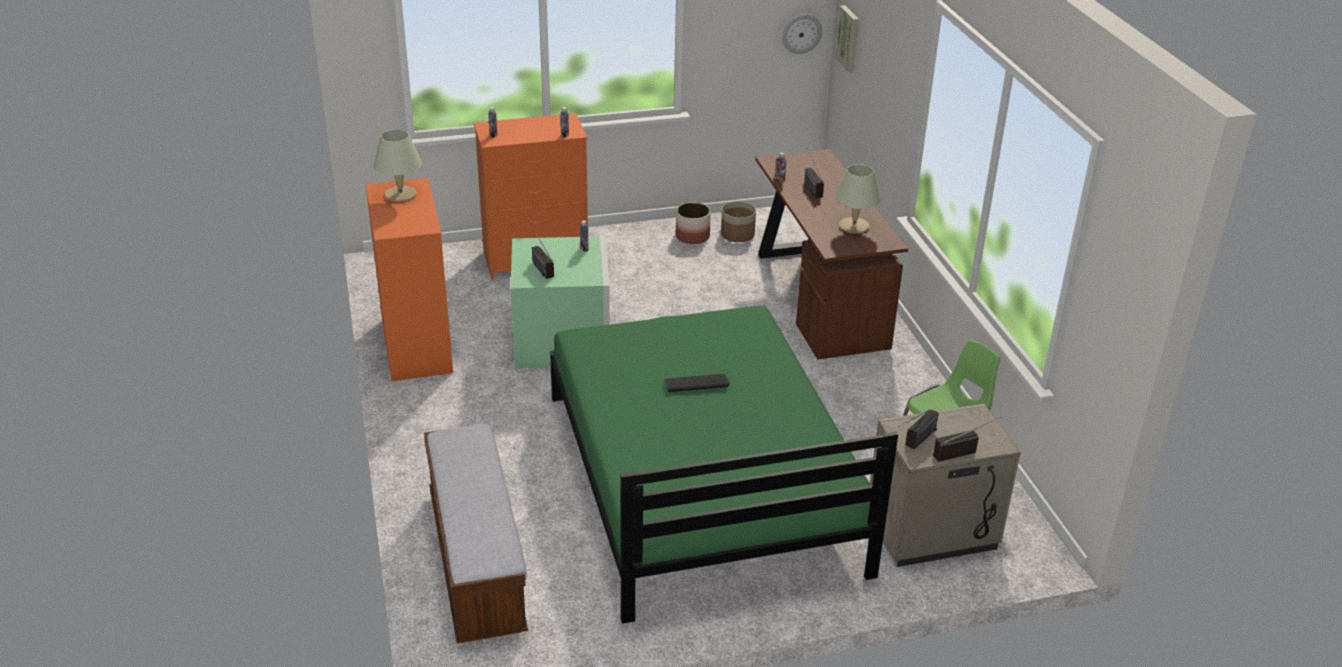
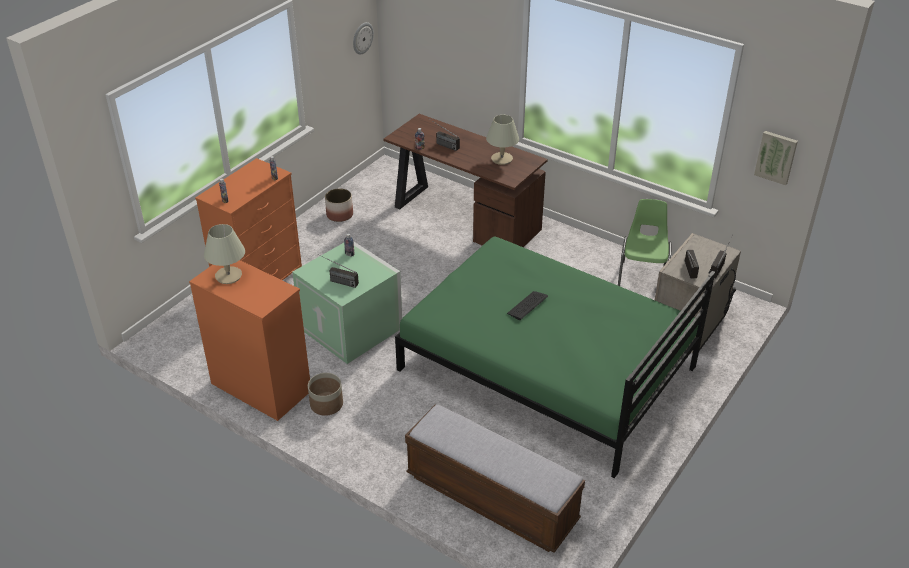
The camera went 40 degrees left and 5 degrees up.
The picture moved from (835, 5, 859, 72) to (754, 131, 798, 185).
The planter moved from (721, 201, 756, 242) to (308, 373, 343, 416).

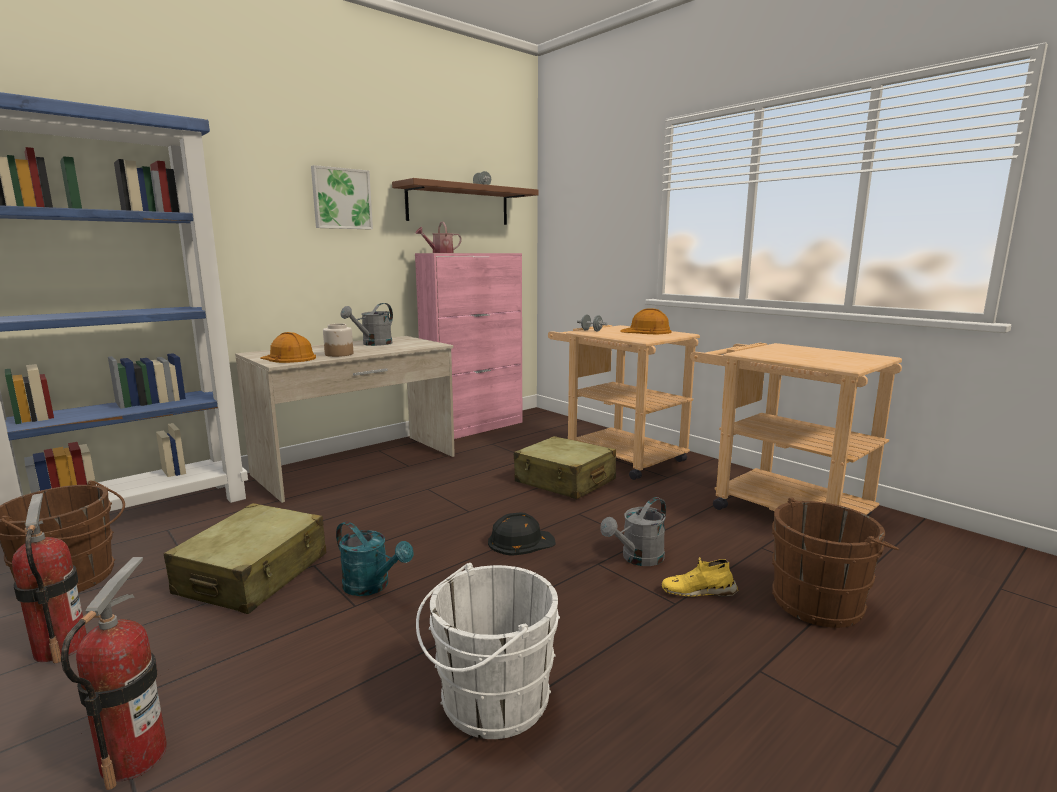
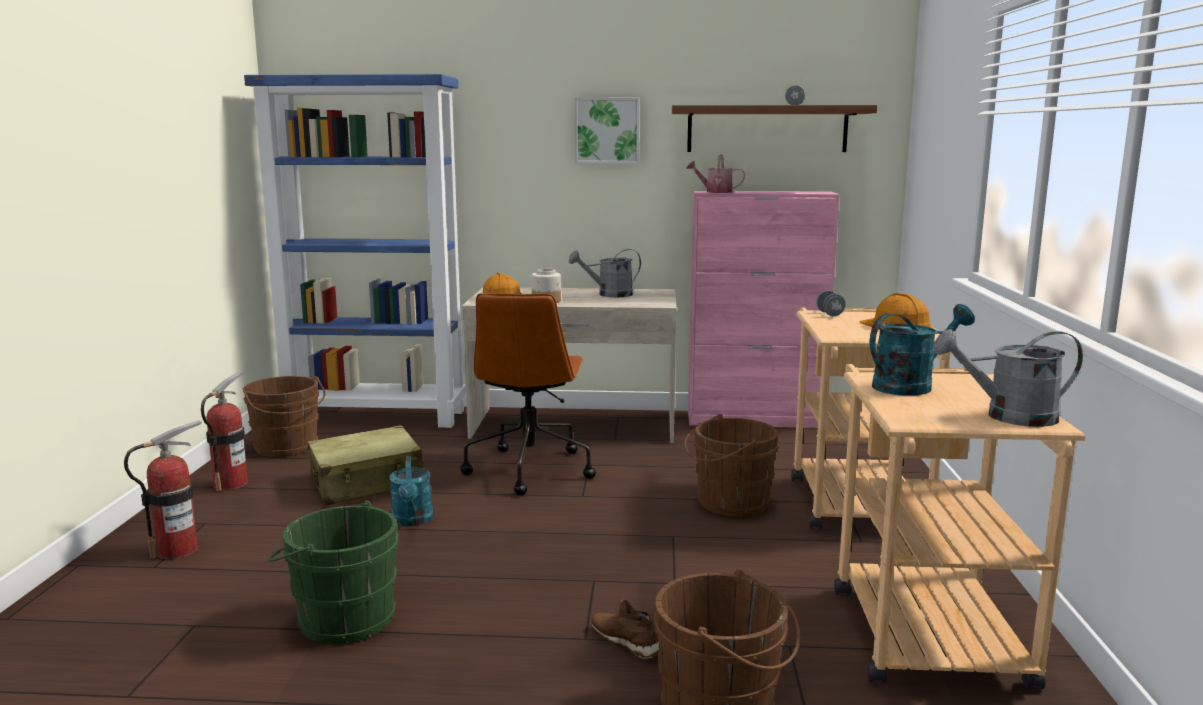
The camera went 45 degrees right and 0 degrees up.
The suitcase (beige) at (514, 436, 616, 499) was replaced by the bucket (brown) at (684, 414, 779, 516).
The watering can (grey) moved from (600, 497, 666, 566) to (933, 329, 1083, 427).
The hard hat (black) at (488, 512, 556, 556) disappeared.
The shoe (yellow) at (662, 557, 738, 597) became the shoe (brown) at (591, 600, 659, 659).
The bucket (white) at (416, 563, 560, 739) became the bucket (green) at (268, 501, 399, 644).
The office chair (brown) at (460, 293, 596, 495) appeared.
The watering can (turquoise) at (870, 304, 975, 396) appeared.

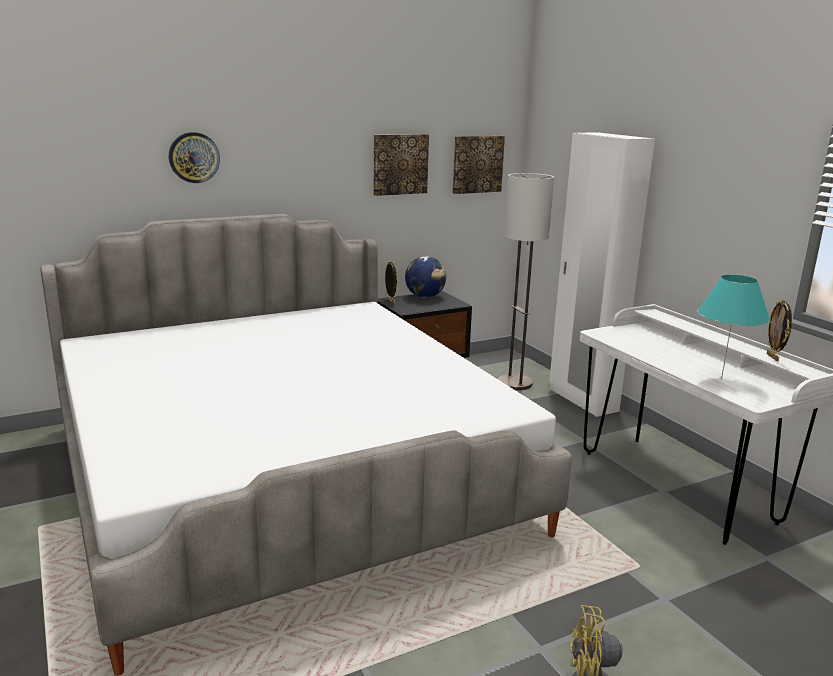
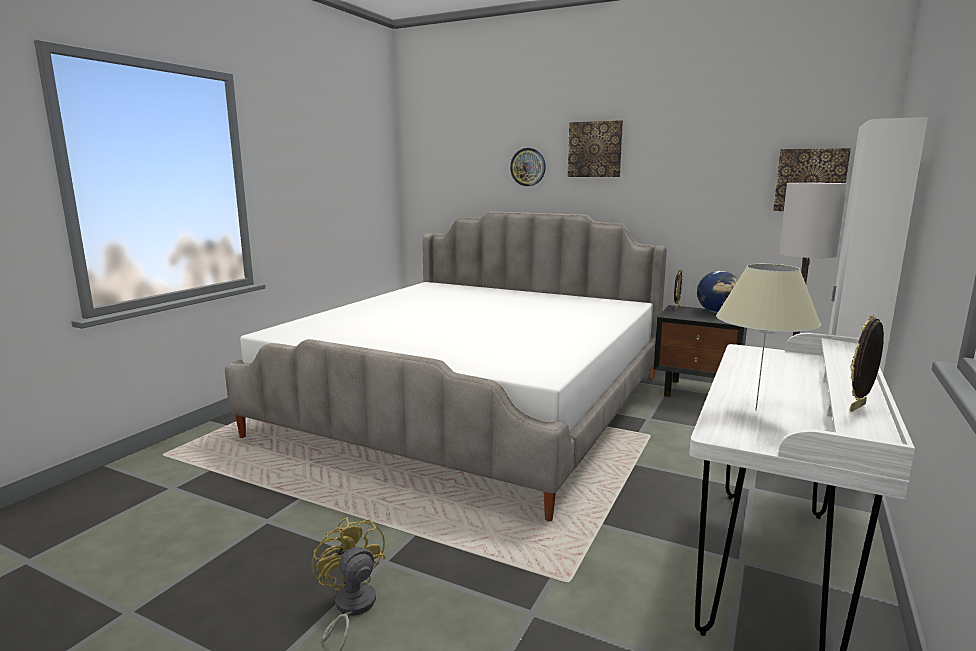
The camera went 55 degrees right and 5 degrees down.
The picture moved from (374, 134, 429, 196) to (568, 120, 623, 177).
The table lamp (turquoise) at (697, 274, 770, 379) became the table lamp (beige) at (716, 264, 821, 411).

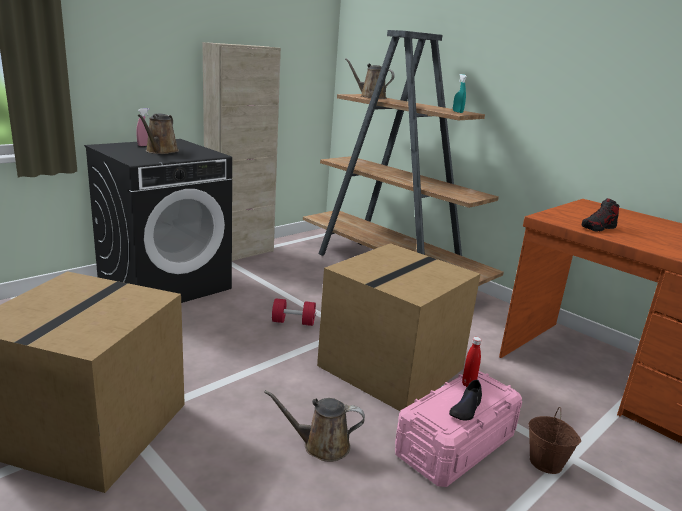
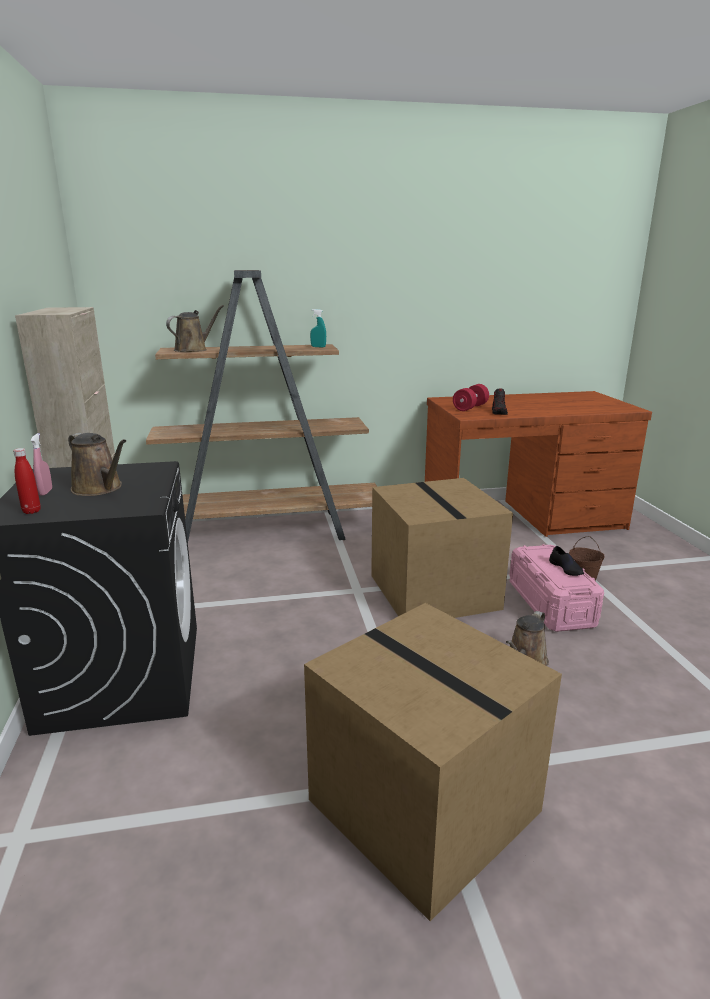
The camera went 55 degrees left and 0 degrees up.
The watering can (brown) at (345, 58, 395, 99) turned 150 degrees clockwise.
The dumbbell (red) moved from (272, 298, 316, 326) to (453, 384, 489, 411).
The bottle (red) moved from (462, 337, 482, 387) to (13, 448, 41, 514).

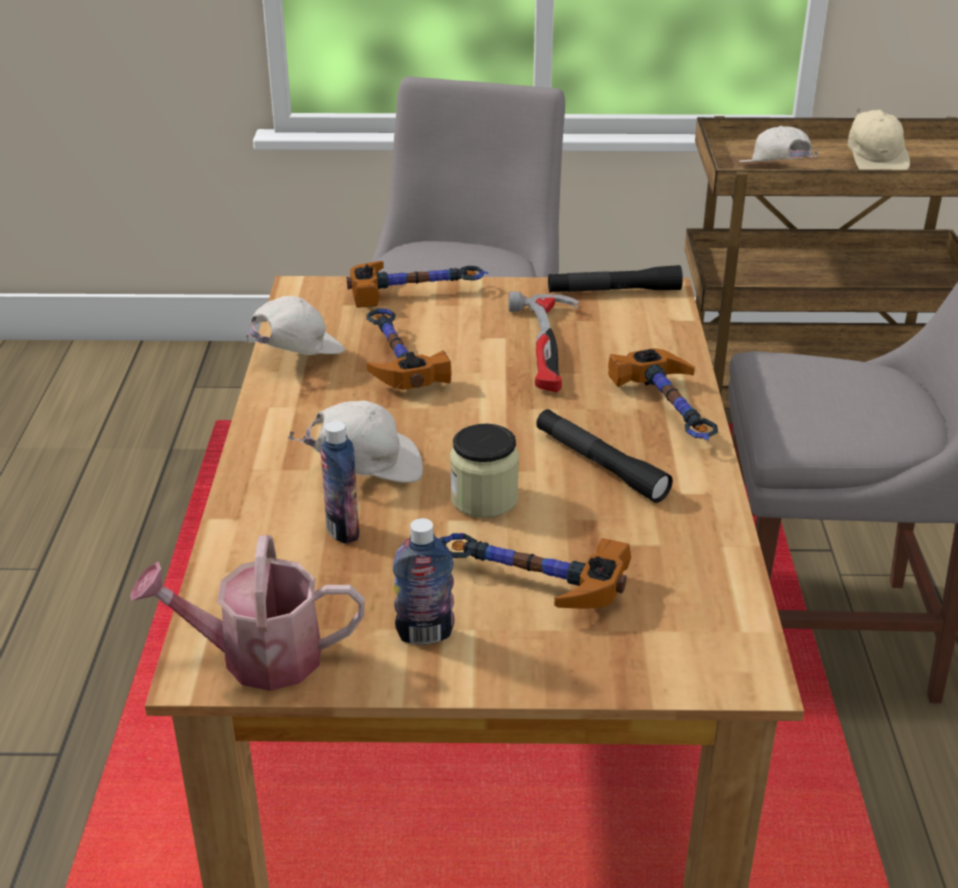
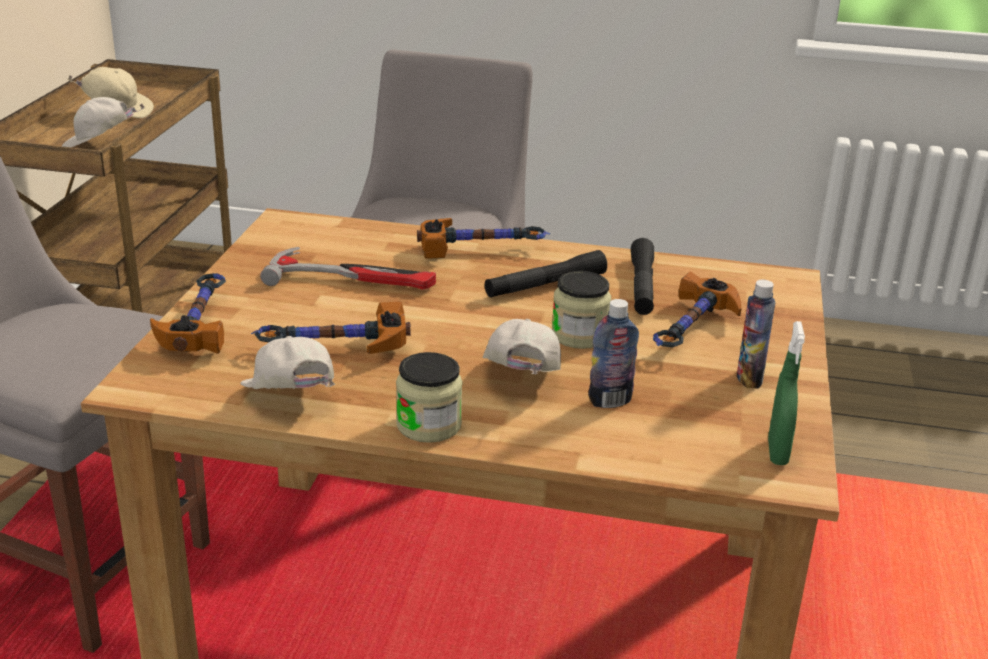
The camera went 80 degrees left and 5 degrees down.
The flashlight (black) moved from (548, 265, 683, 292) to (631, 238, 654, 315).
The watering can at (130, 535, 365, 691) was replaced by the spray bottle (green) at (768, 321, 805, 465).
The jar at (396, 352, 463, 443) appeared.

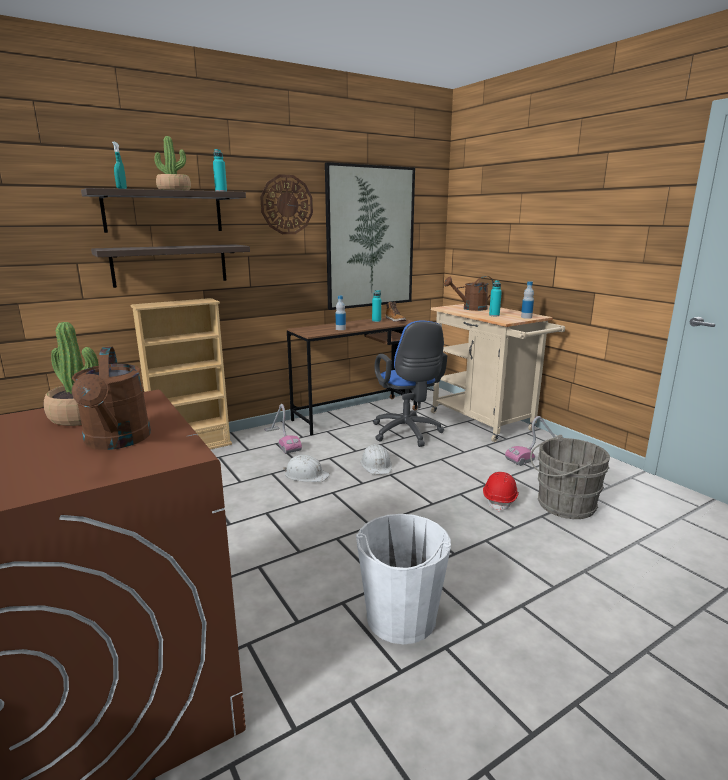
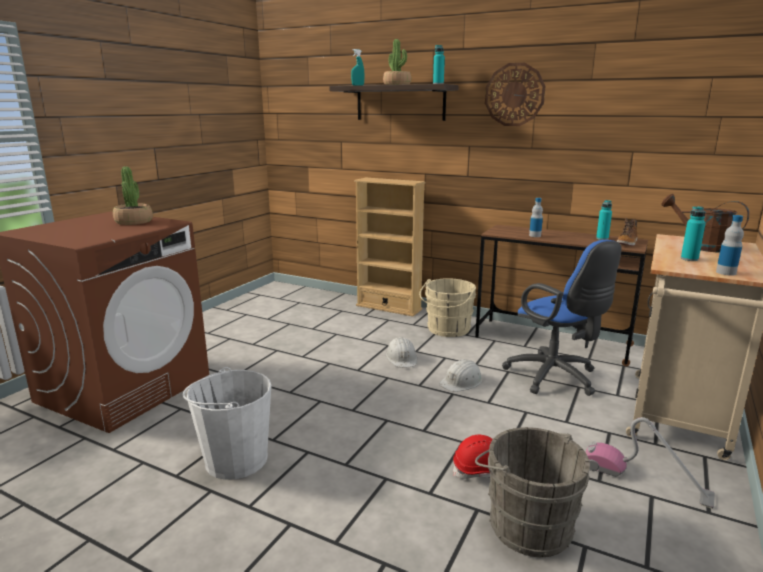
The camera went 60 degrees right and 0 degrees up.
The picture at (325, 162, 415, 310) disappeared.
The shelf at (91, 244, 250, 288) disappeared.
The office chair (blue) at (373, 320, 447, 447) turned 75 degrees counterclockwise.
The watering can (brown) at (72, 347, 151, 450) disappeared.
The vacuum cleaner at (264, 404, 302, 454) was replaced by the bucket (beige) at (419, 278, 476, 337).

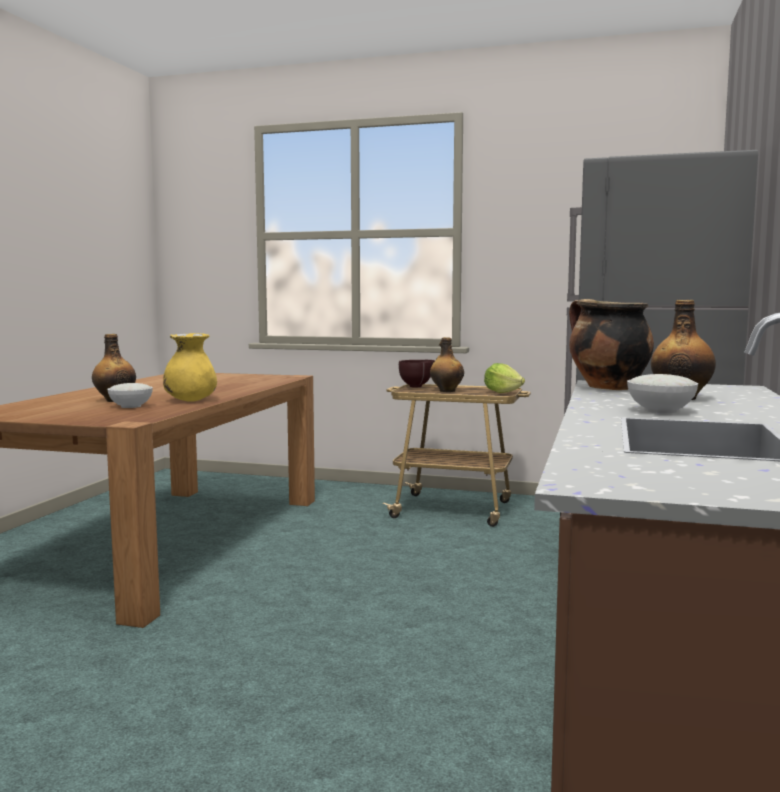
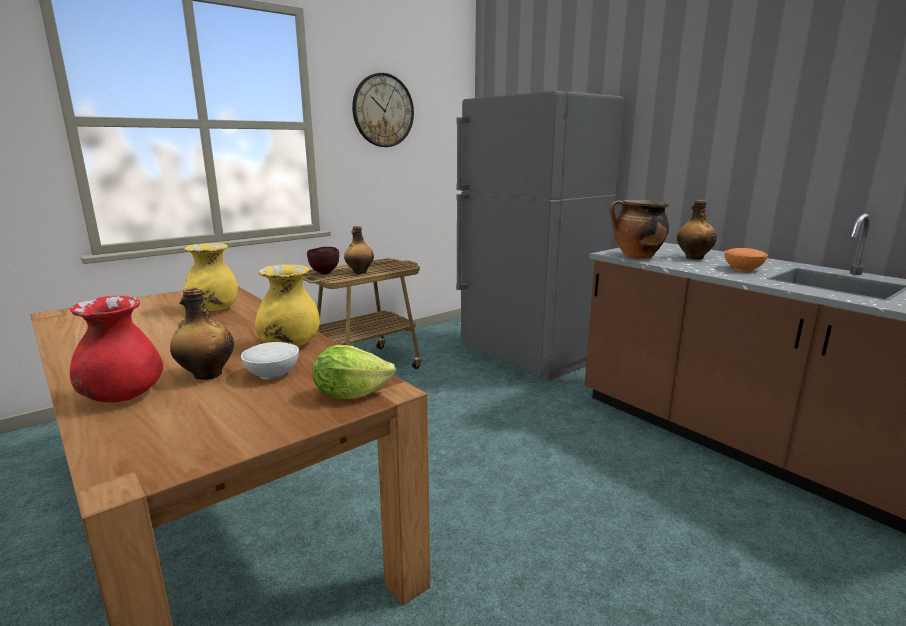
The camera went 55 degrees left and 10 degrees up.
The lettuce moved from (484, 363, 525, 393) to (312, 345, 396, 399).
The bowl (white) at (627, 374, 698, 413) became the bowl (orange) at (725, 248, 768, 271).
The wall clock at (352, 73, 414, 147) appeared.
The vase (yellow) at (184, 243, 238, 311) appeared.
The vase (red) at (70, 295, 163, 402) appeared.

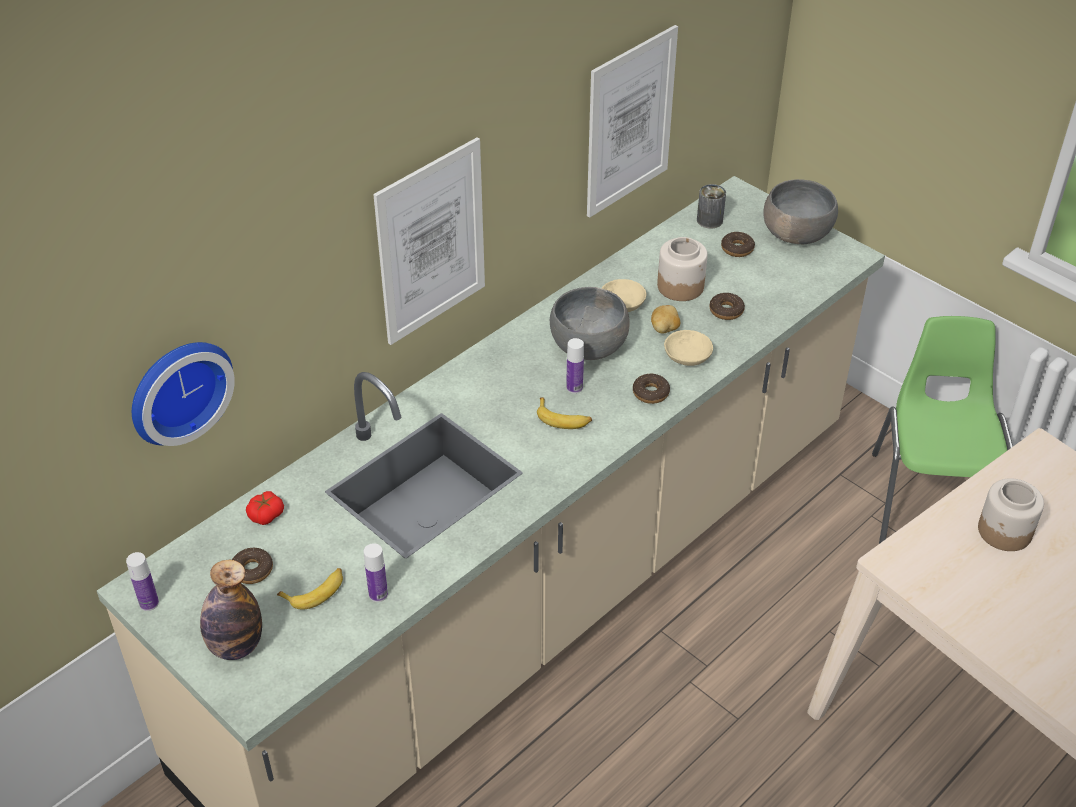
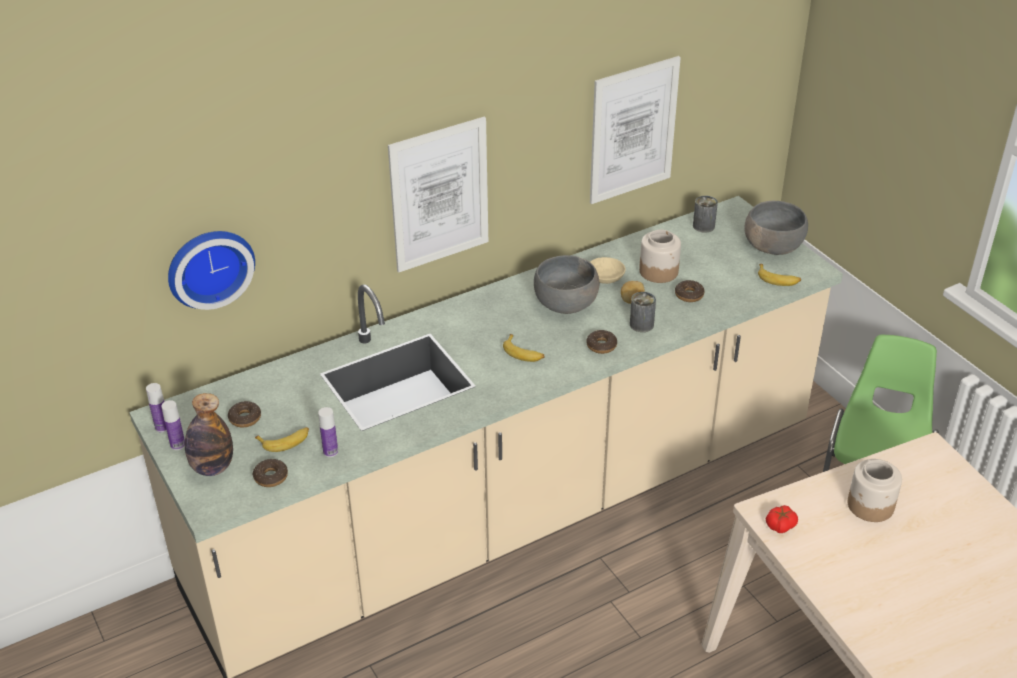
The camera went 15 degrees right and 5 degrees down.
The donut moved from (721, 232, 755, 257) to (253, 459, 288, 487).
The bowl (beige) at (664, 330, 713, 366) was replaced by the can at (630, 292, 656, 332).
The bottle moved from (566, 338, 584, 394) to (161, 400, 185, 450).
The tomato moved from (246, 491, 284, 525) to (766, 505, 798, 533).
The banana at (758, 264, 801, 286) appeared.

